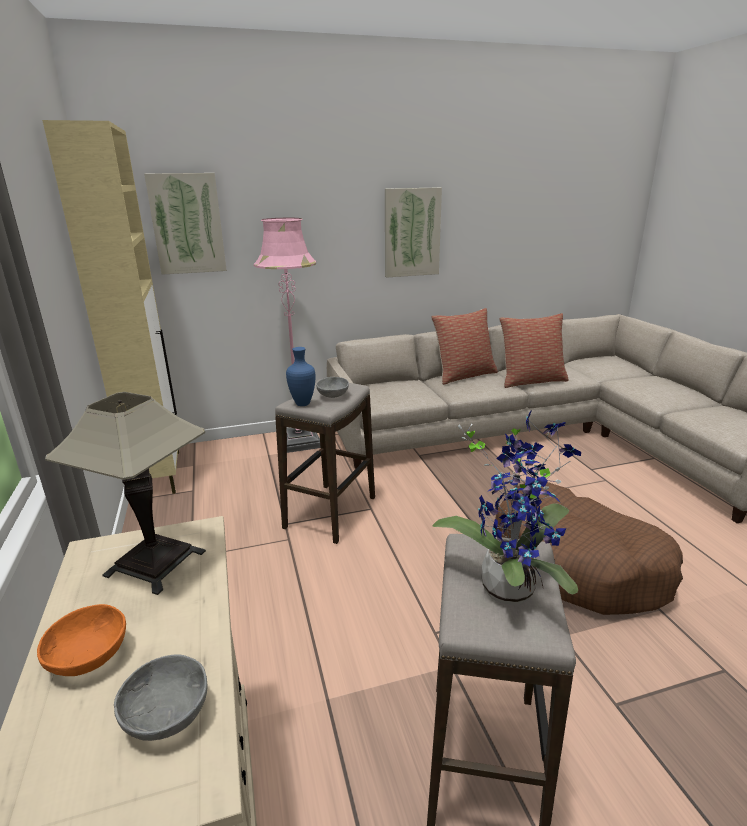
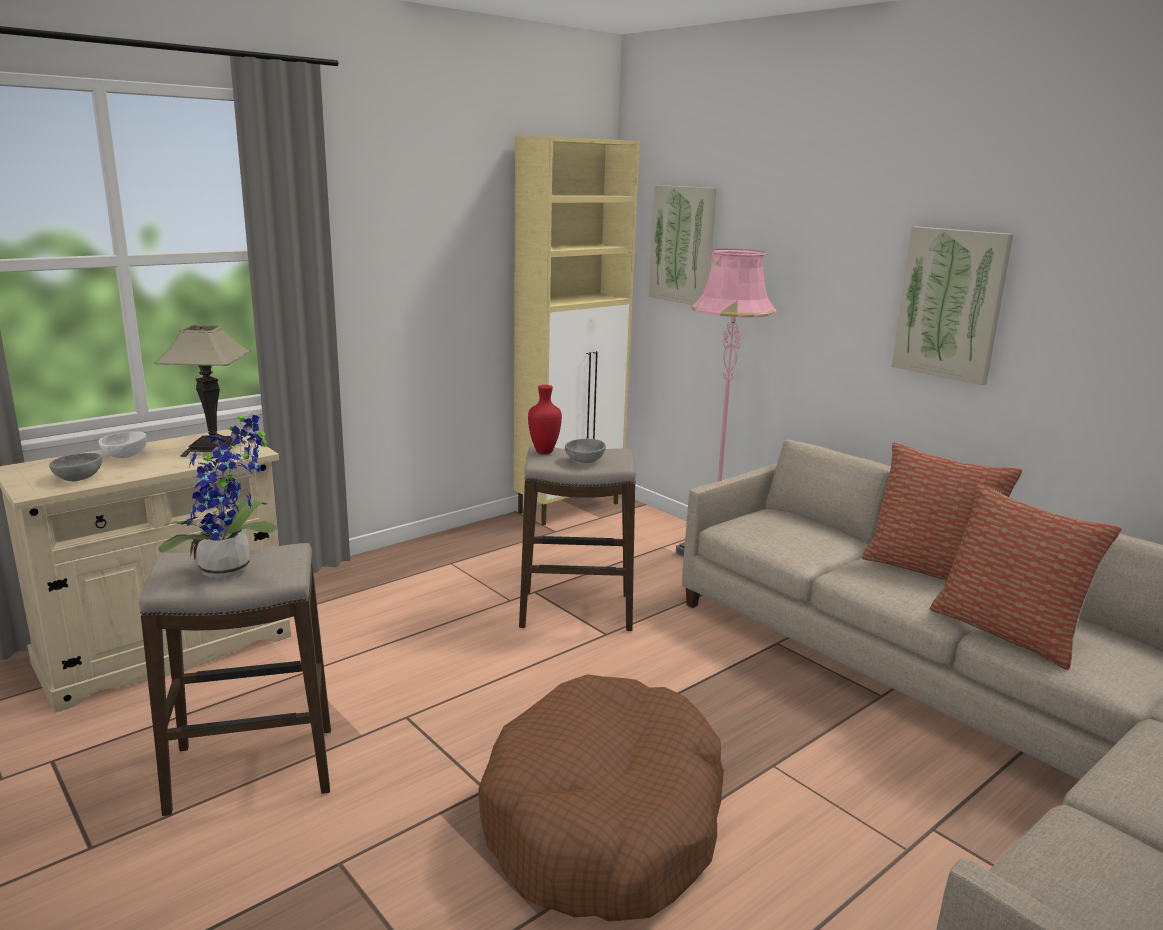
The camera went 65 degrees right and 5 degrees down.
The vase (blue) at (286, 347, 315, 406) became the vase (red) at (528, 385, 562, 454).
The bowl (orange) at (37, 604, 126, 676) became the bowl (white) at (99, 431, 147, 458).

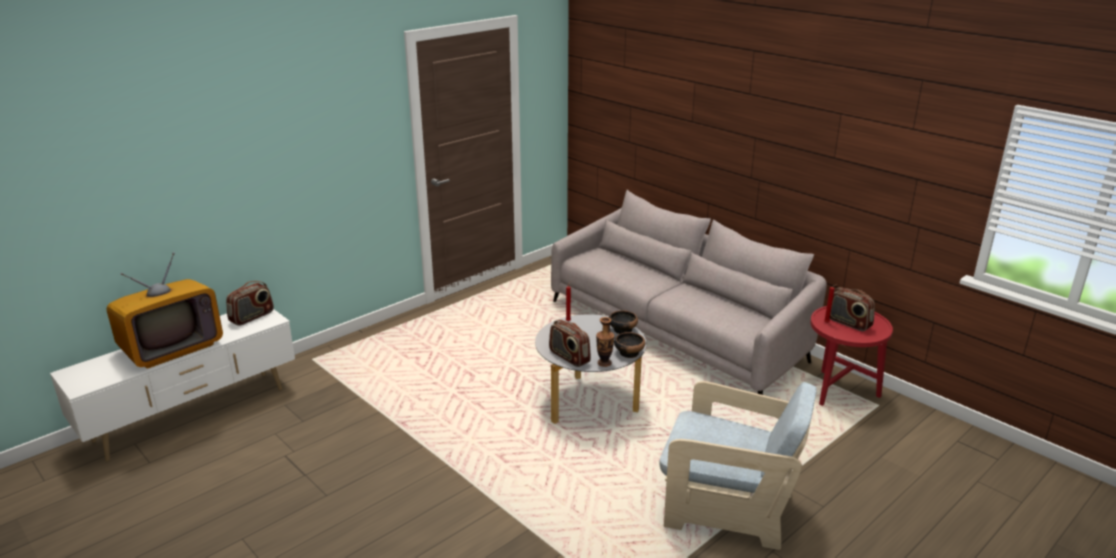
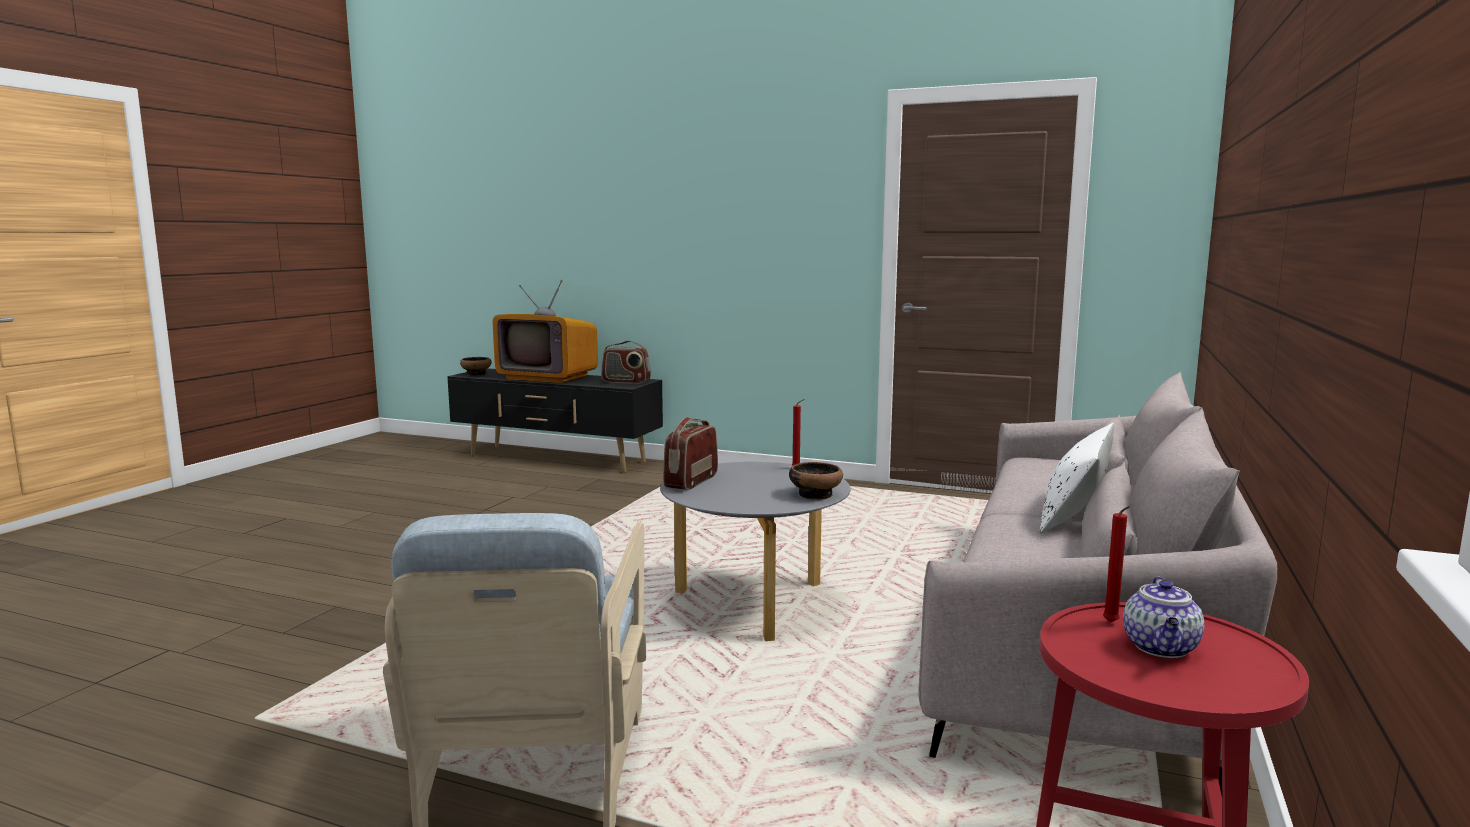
The camera went 65 degrees right and 15 degrees down.
The radio at (830, 287, 875, 331) was replaced by the teapot at (1123, 577, 1204, 658).
The tv stand (white) at (50, 309, 295, 461) became the tv stand (black) at (447, 368, 663, 473).
The vase at (596, 317, 615, 367) disappeared.
The bowl moved from (614, 332, 645, 358) to (460, 357, 492, 376).
The pillow (white) at (1040, 423, 1114, 534) appeared.

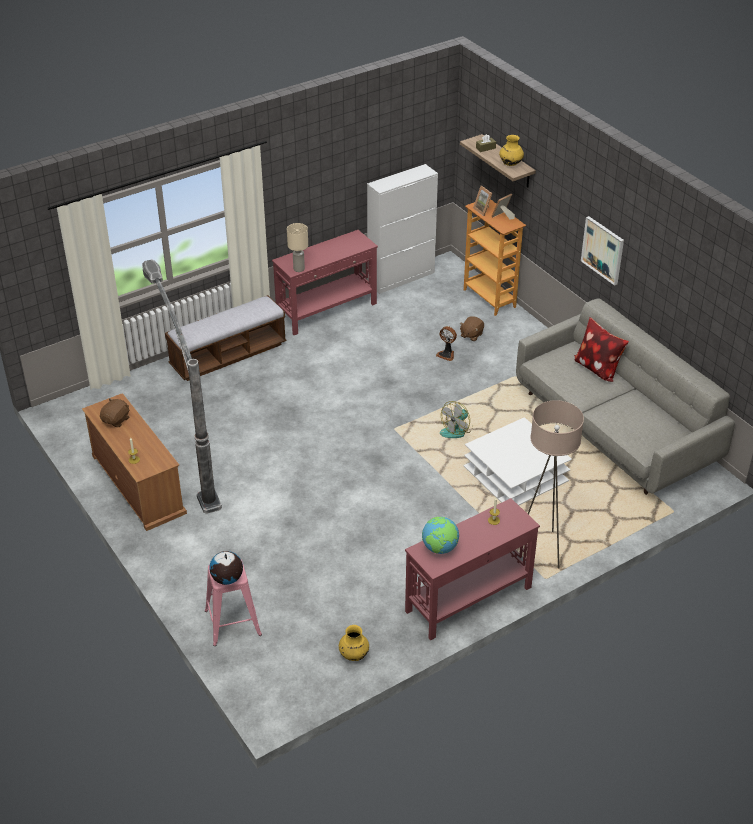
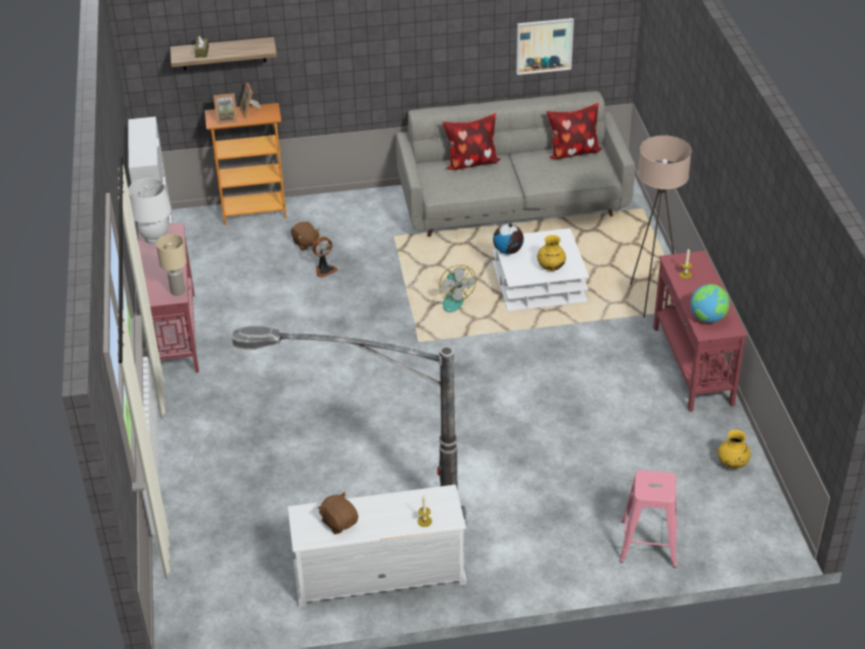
The camera went 65 degrees left and 0 degrees up.
The vase (yellow) moved from (499, 135, 524, 166) to (537, 235, 566, 271).
The picture moved from (581, 216, 624, 286) to (516, 18, 574, 75).
The bench at (165, 295, 287, 381) disappeared.
The tv stand (brown) at (82, 393, 187, 531) became the tv stand (white) at (288, 484, 467, 607).
The globe moved from (209, 551, 243, 585) to (493, 223, 524, 254).
The pillow at (546, 103, 602, 159) appeared.
The table lamp (white) at (128, 178, 171, 244) appeared.

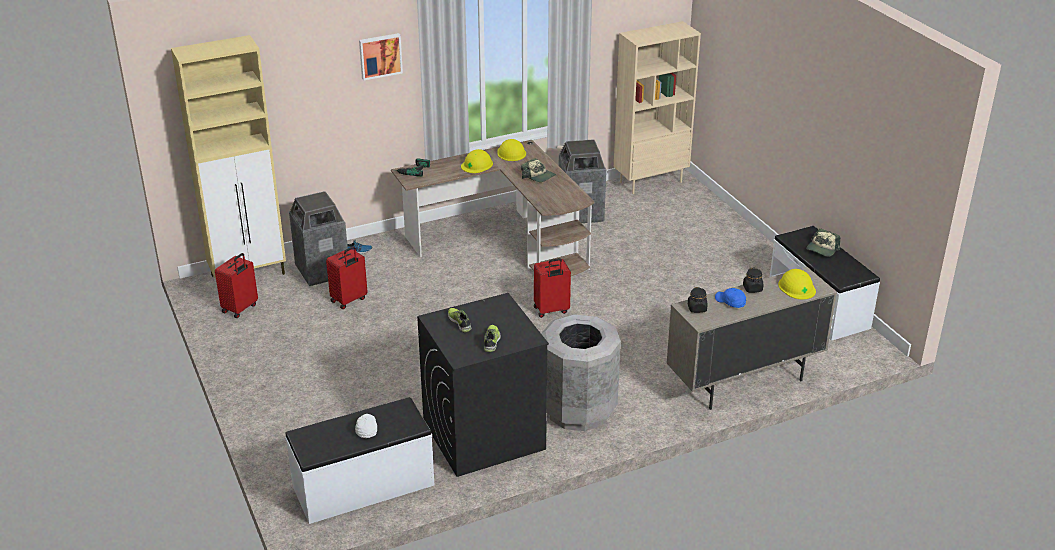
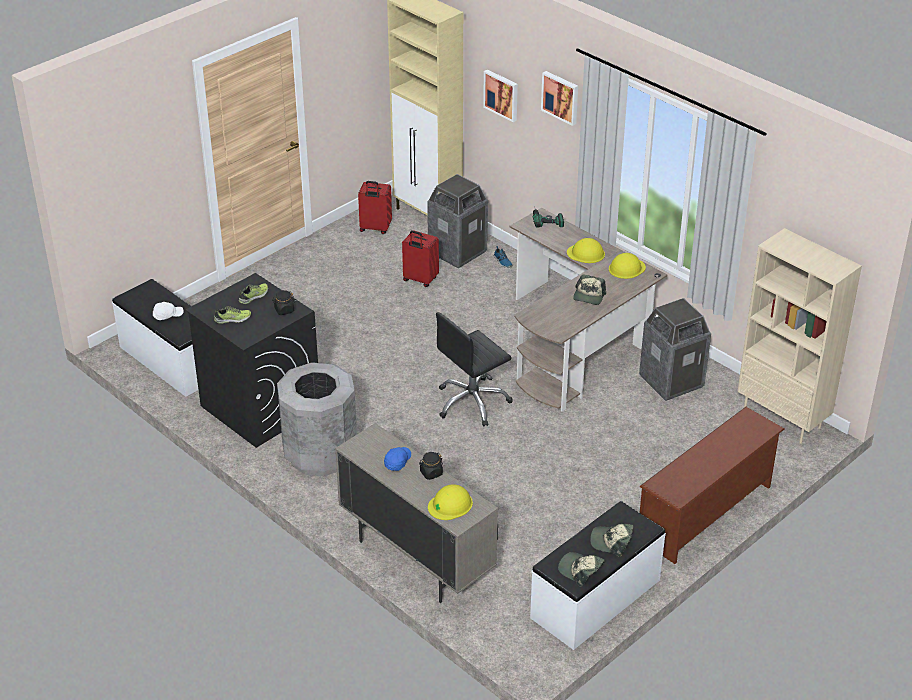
The camera went 70 degrees right and 5 degrees up.
The suitcase (red) at (534, 258, 571, 318) was replaced by the office chair (black) at (436, 312, 513, 427).
The jar (black) moved from (688, 287, 708, 313) to (272, 290, 295, 315).
The picture at (483, 70, 518, 122) appeared.
The shoe rack (brown) at (639, 407, 784, 564) appeared.
The cap at (558, 552, 605, 587) appeared.

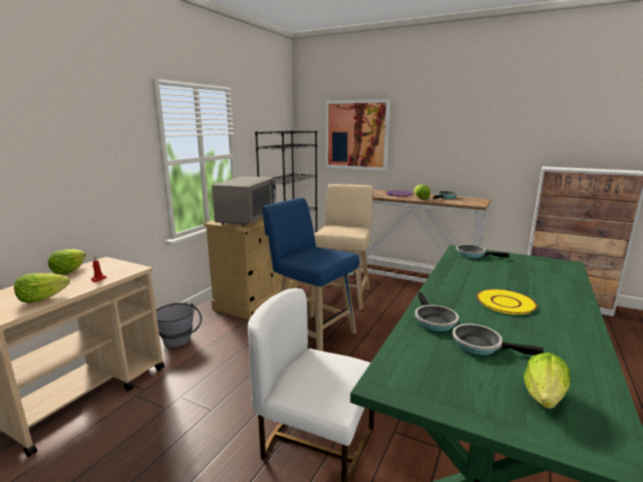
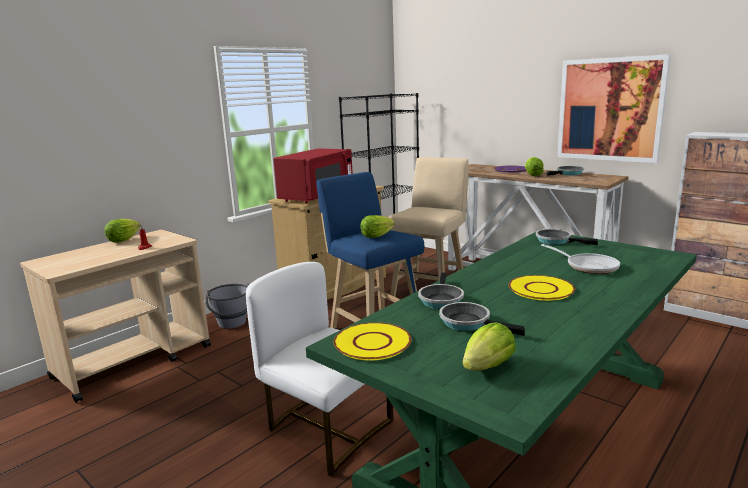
The camera went 15 degrees right and 0 degrees up.
The picture moved from (325, 99, 390, 171) to (557, 54, 671, 163).
The microwave (grey) at (212, 176, 276, 226) became the microwave (red) at (274, 148, 353, 203).
The lettuce moved from (14, 273, 70, 303) to (360, 215, 395, 238).
The frying pan at (541, 244, 620, 274) appeared.
The plate (yellow) at (334, 322, 411, 361) appeared.

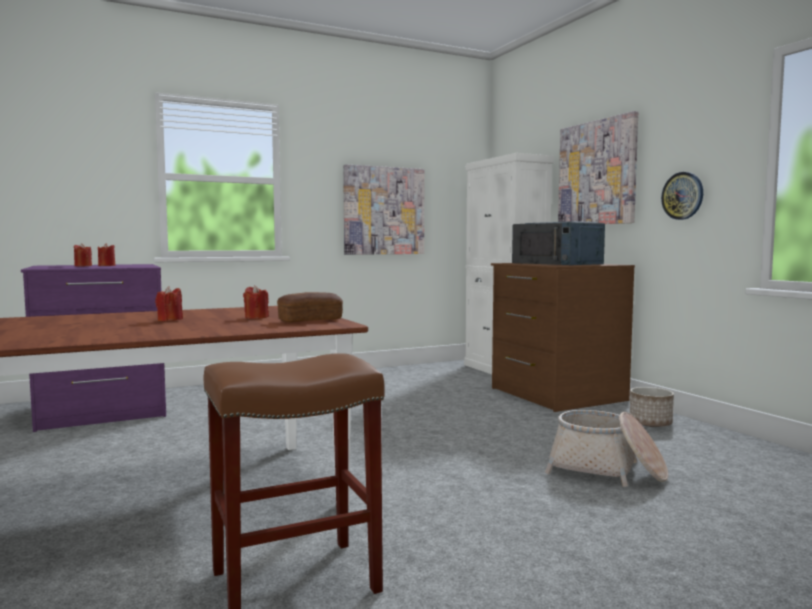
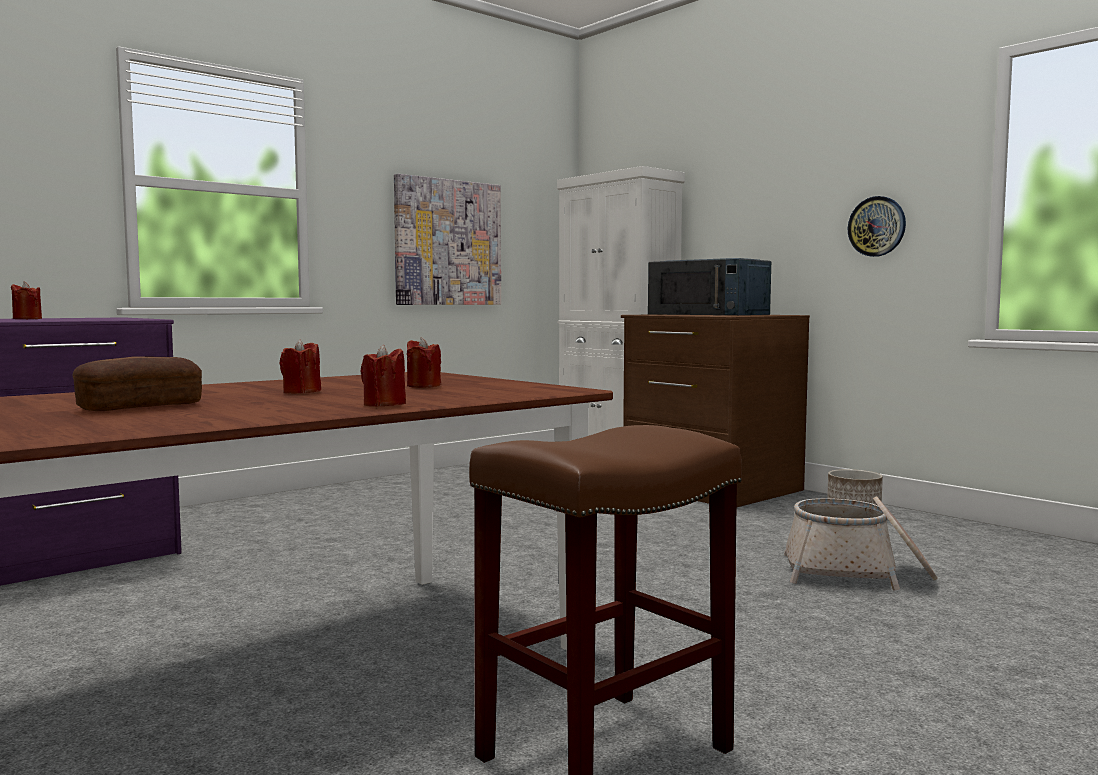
The camera went 15 degrees left and 0 degrees up.
The picture at (558, 111, 638, 224) disappeared.
The candle (red) moved from (98, 243, 116, 266) to (361, 345, 406, 407).
The bread moved from (277, 292, 343, 322) to (72, 356, 202, 411).

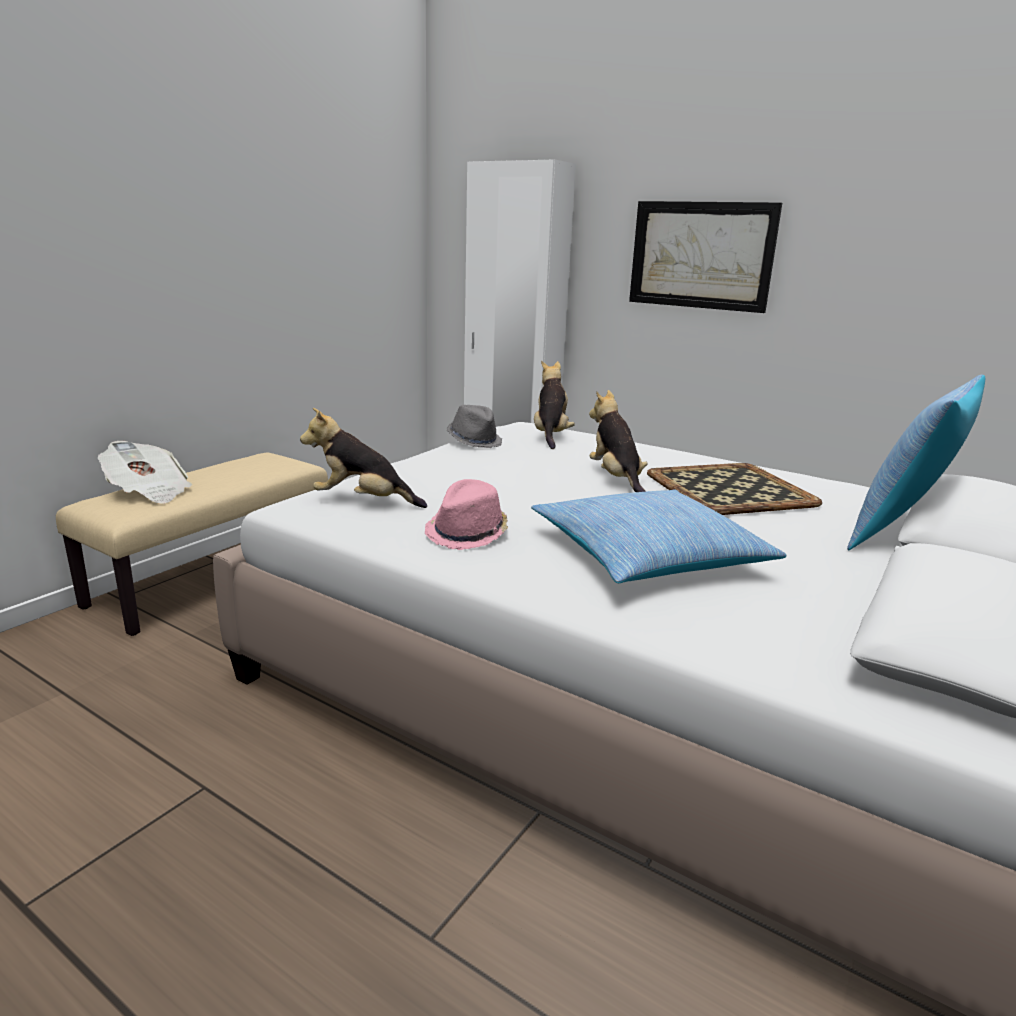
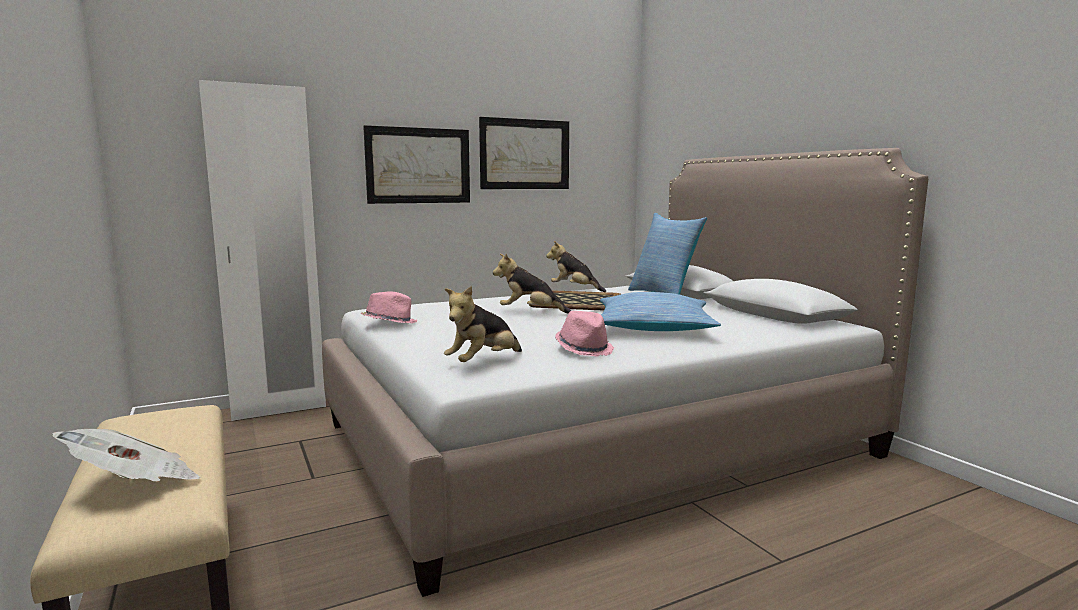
The camera went 60 degrees left and 10 degrees down.
The plush toy moved from (534, 360, 575, 449) to (546, 241, 606, 292).
The hat (grey) at (447, 405, 502, 448) became the hat (pink) at (361, 292, 418, 323).
The picture at (479, 117, 569, 189) appeared.

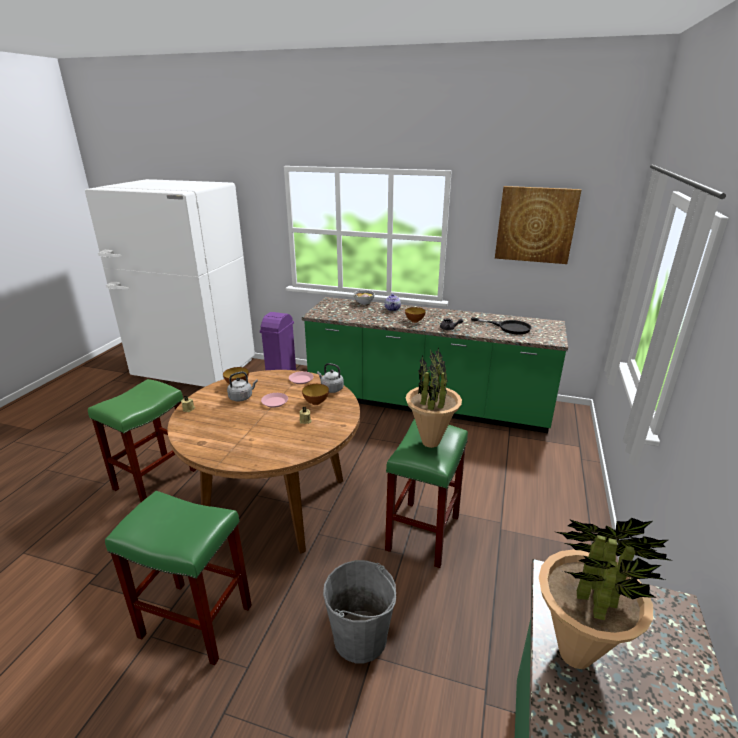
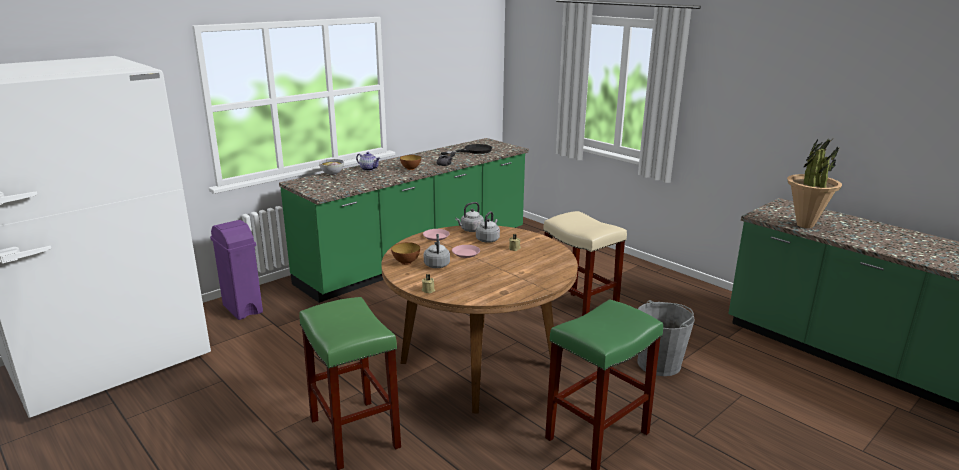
The camera went 60 degrees left and 5 degrees down.
The picture at (495, 186, 581, 264) disappeared.
The potted plant at (406, 348, 462, 448) disappeared.
The bowl at (302, 384, 329, 405) was replaced by the kettle (grey) at (476, 211, 500, 243).
The stool (green) at (385, 419, 468, 568) became the stool (beige) at (540, 211, 627, 316).

